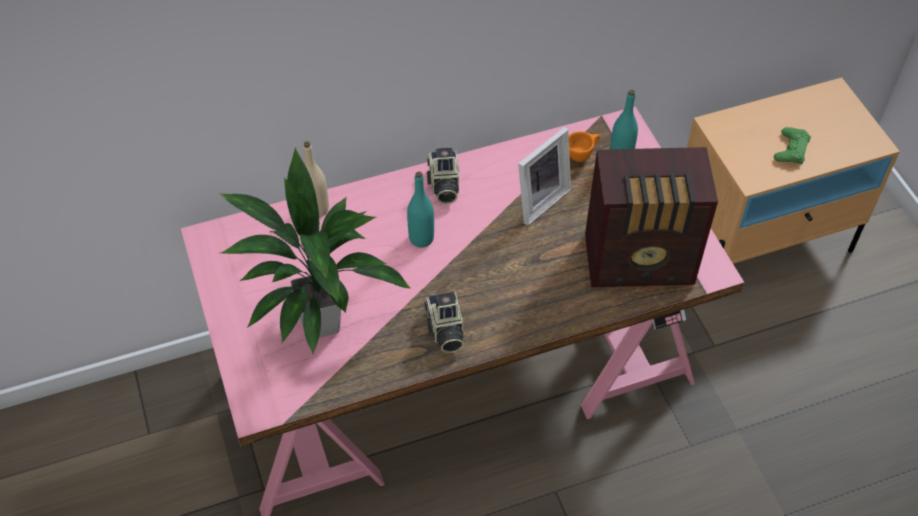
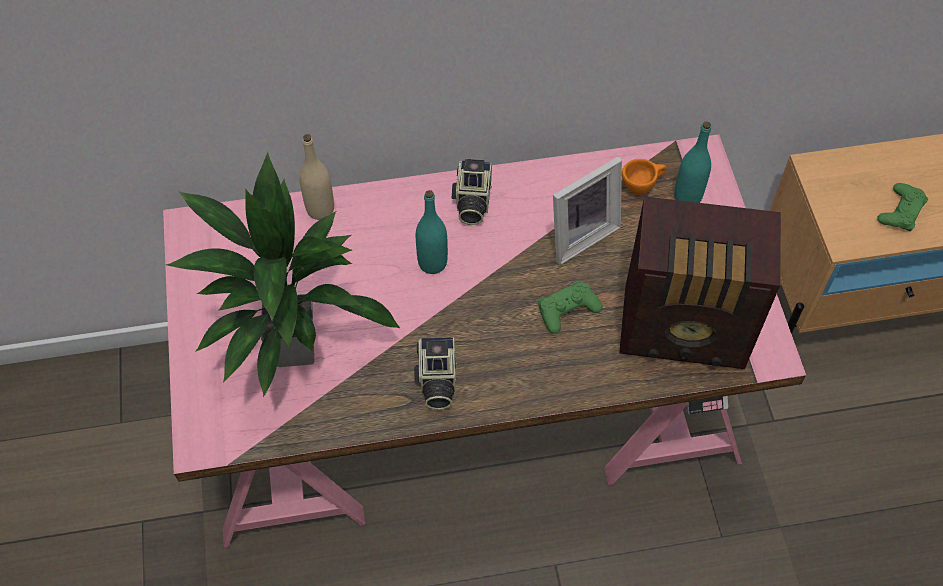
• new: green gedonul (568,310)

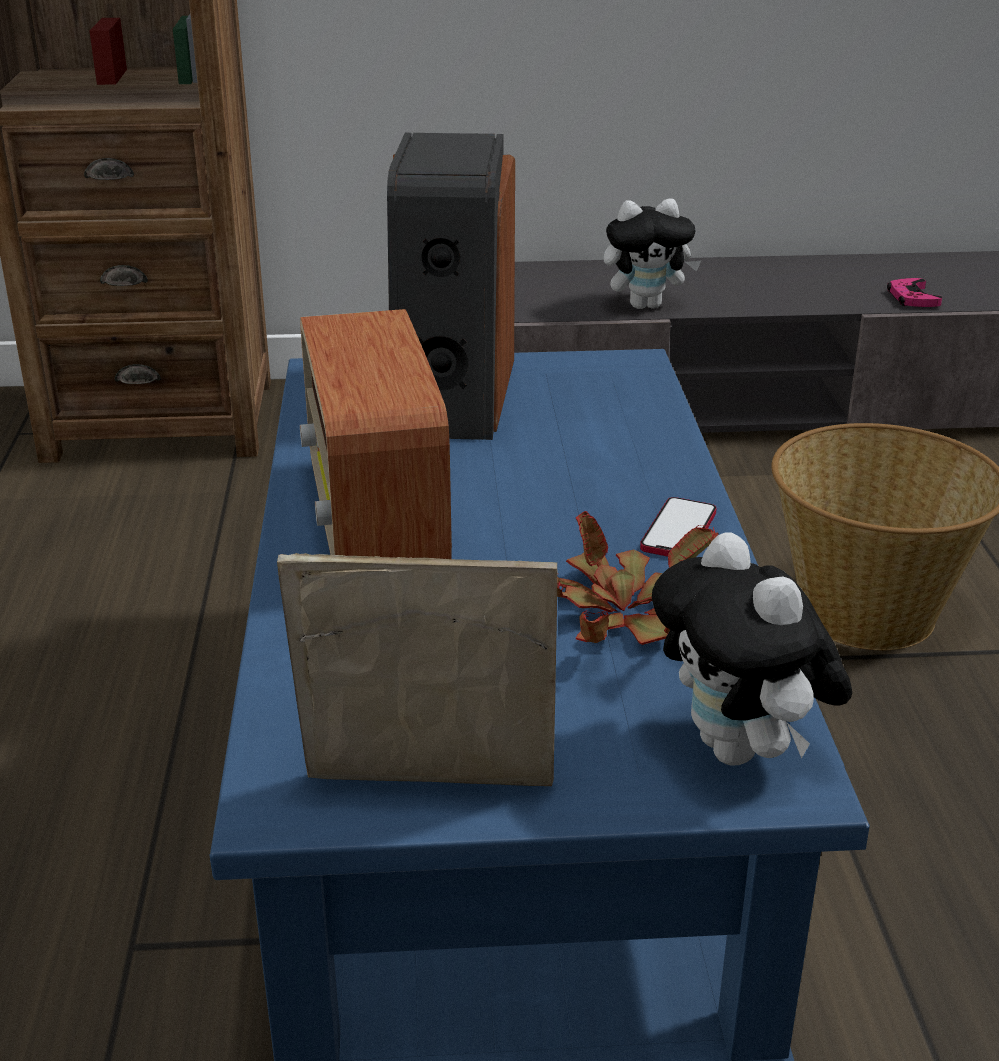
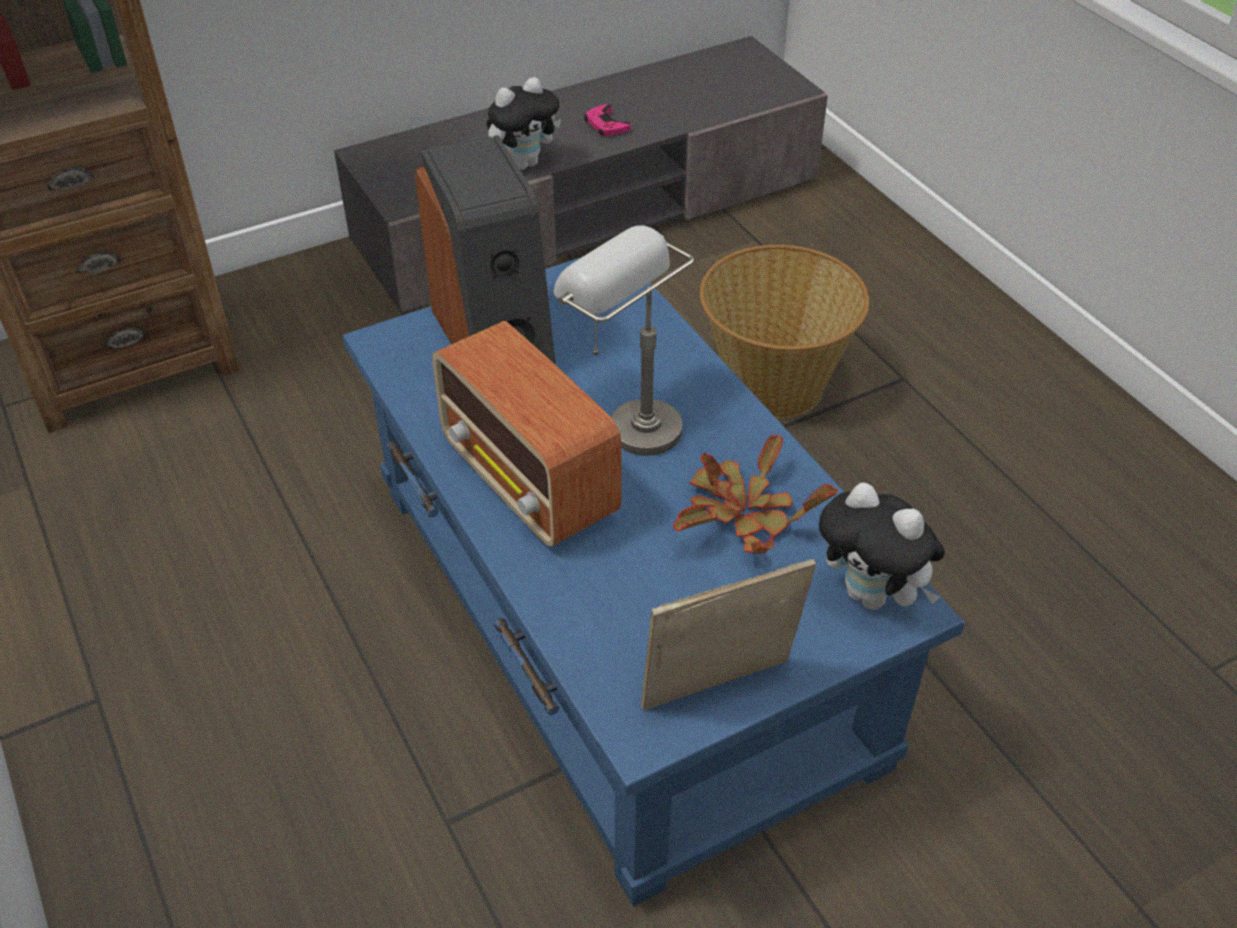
• shifted: pink gedonul (912,298) to (606,125)
• gone: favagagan (679,531)
• new: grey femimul (625,419)

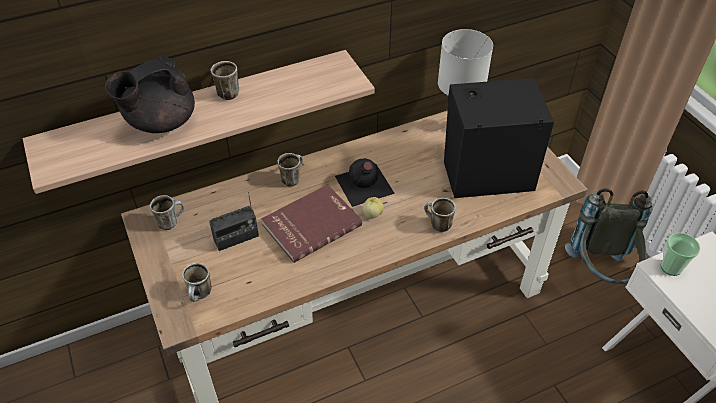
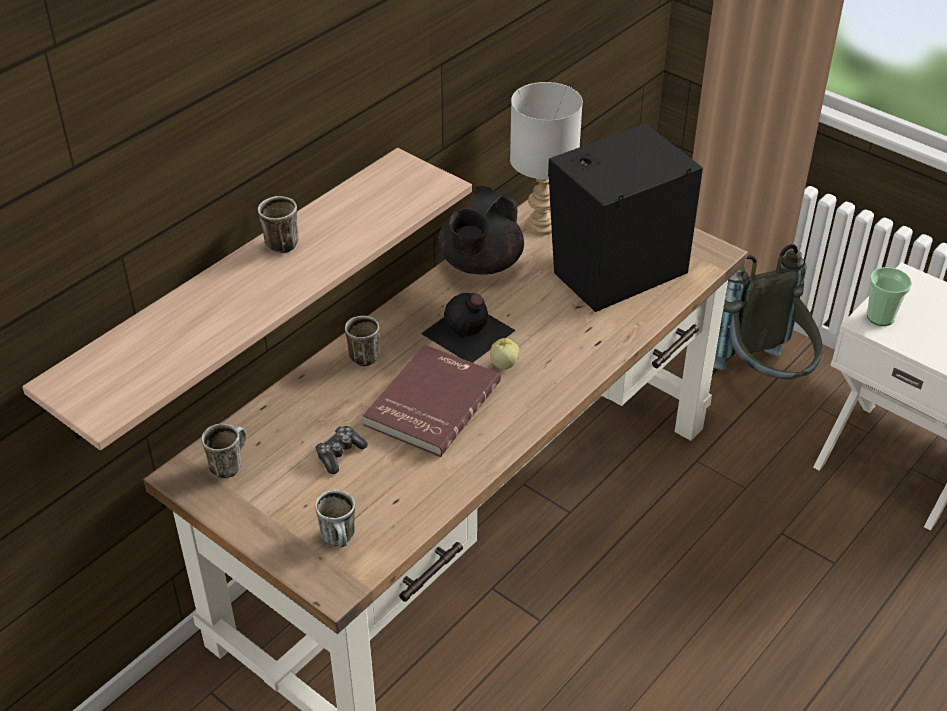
• shifted: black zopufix (160,122) to (480,265)
• swapped: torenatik (236,238) to gedonul (339,454)
• gone: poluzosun (437,225)

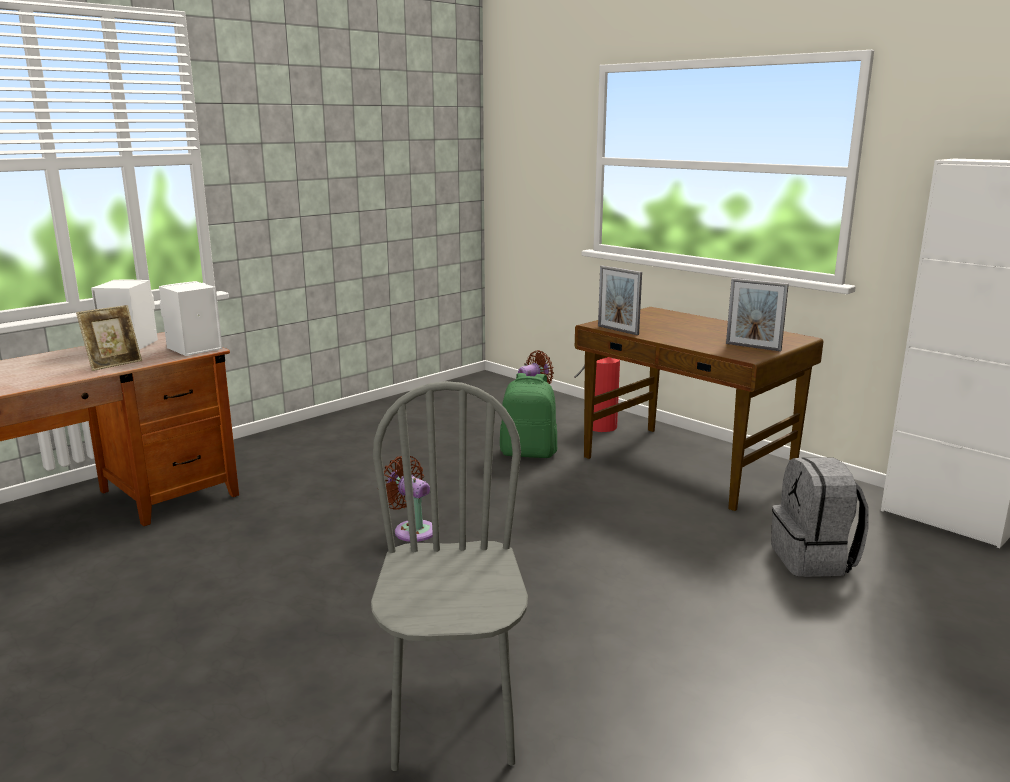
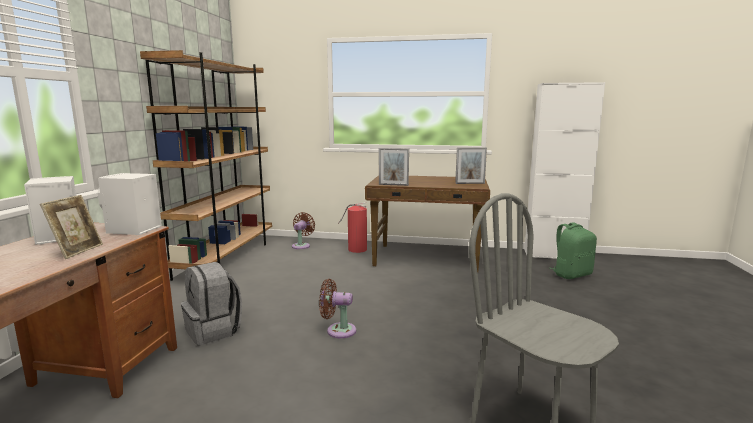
• shifted: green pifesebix (529,453) to (571,274)
• shifted: grey pifesebix (814,560) to (214,331)
• new: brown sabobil (227,258)

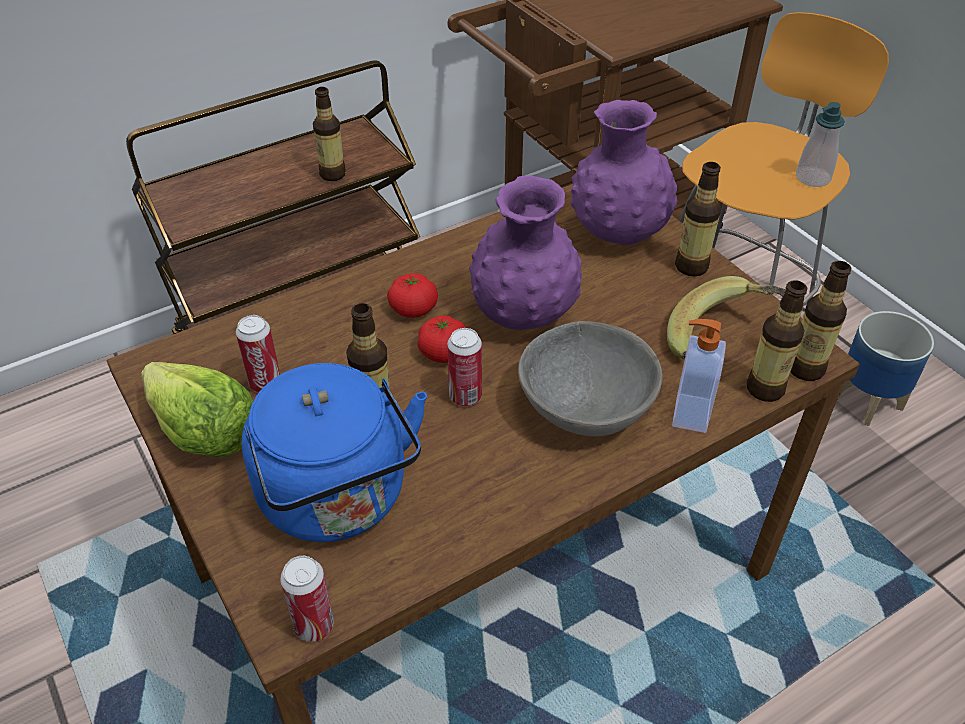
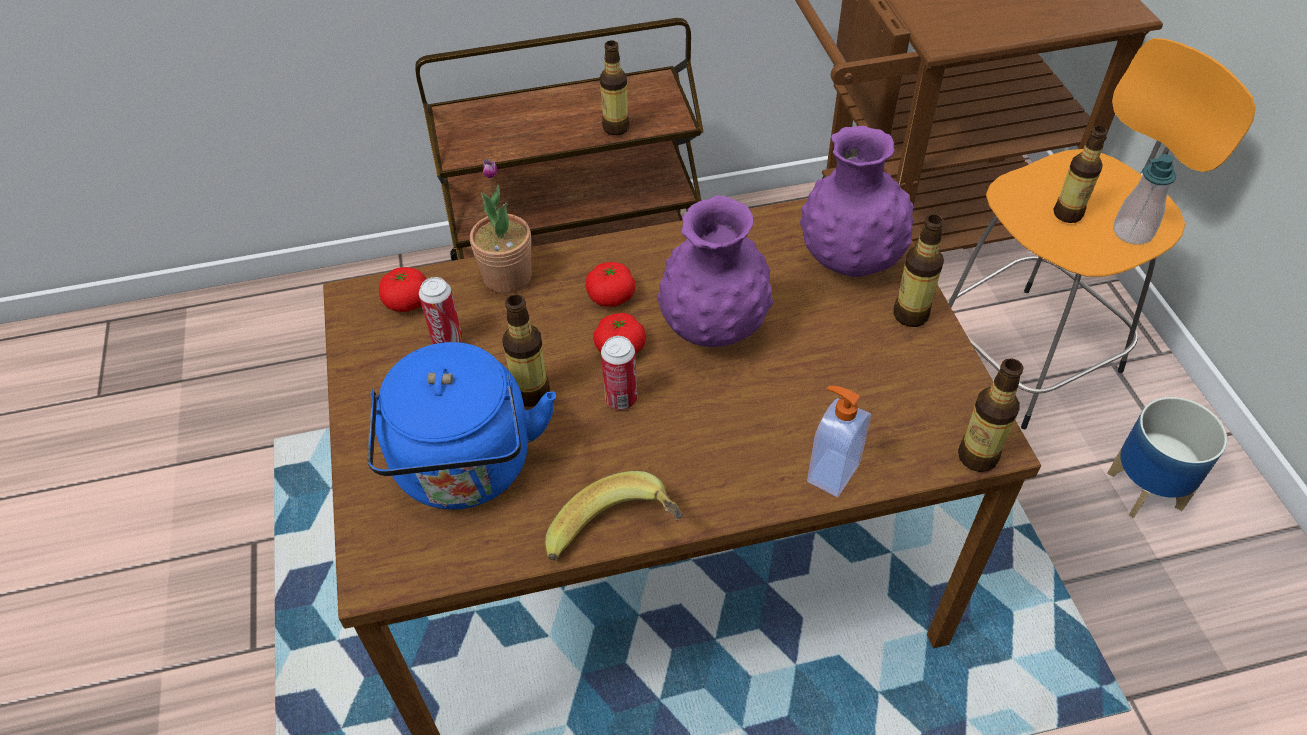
• shifted: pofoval (719,336) to (618,539)
• shifted: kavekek (765,389) to (1068,214)
• gone: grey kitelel (584,405)
• gone: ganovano (204,432)
• gone: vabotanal (314,625)
• new: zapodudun (507,276)
• new: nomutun (407,302)

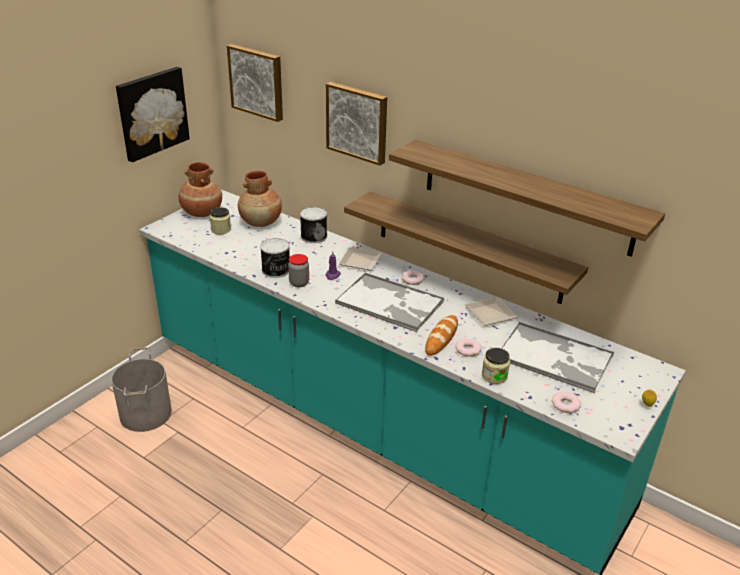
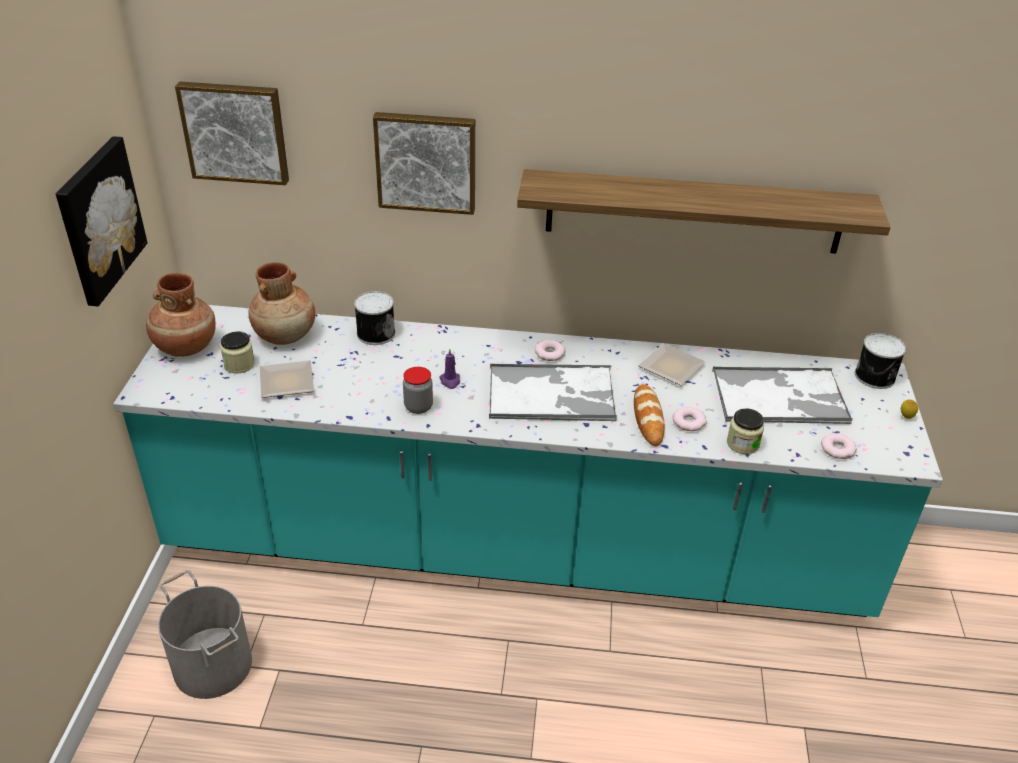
• gone: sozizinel (468,247)
• shifted: vabotanal (276,270) to (875,377)
• shifted: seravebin (359,260) to (285,381)

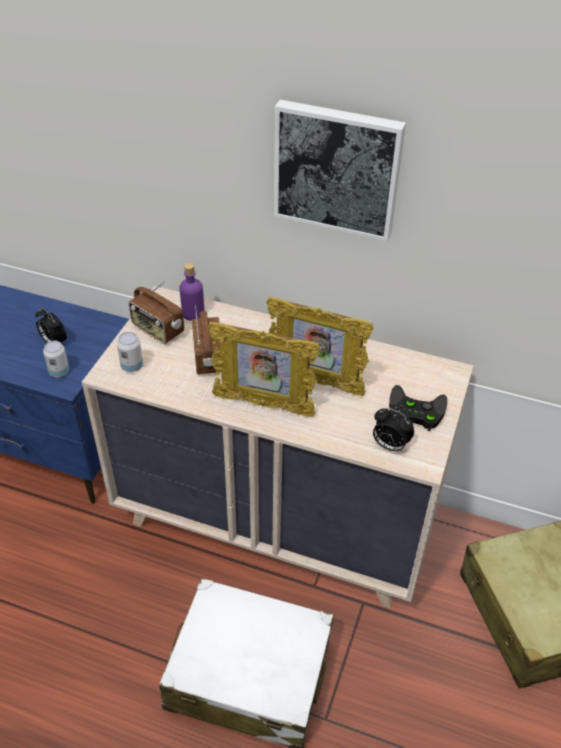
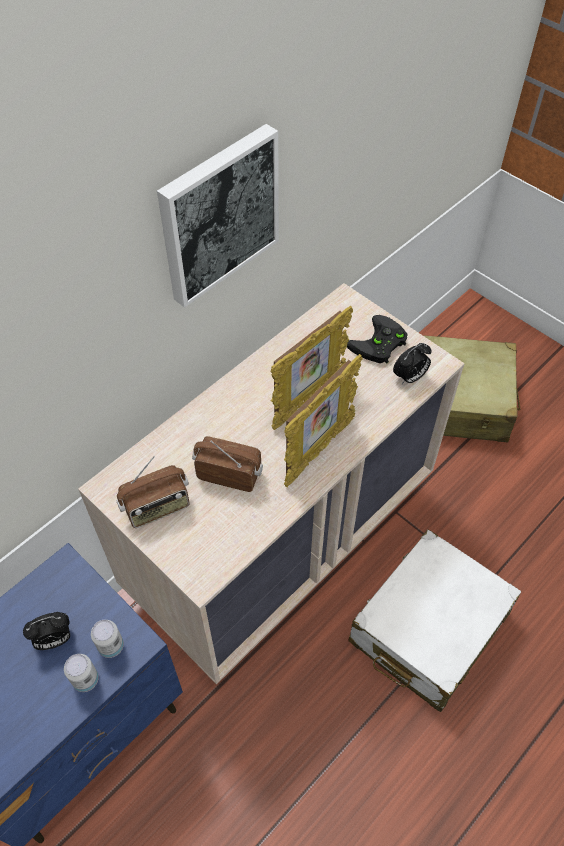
• gone: purple kavekek (193,313)
• shifted: vabotanal (132,366) to (86,679)

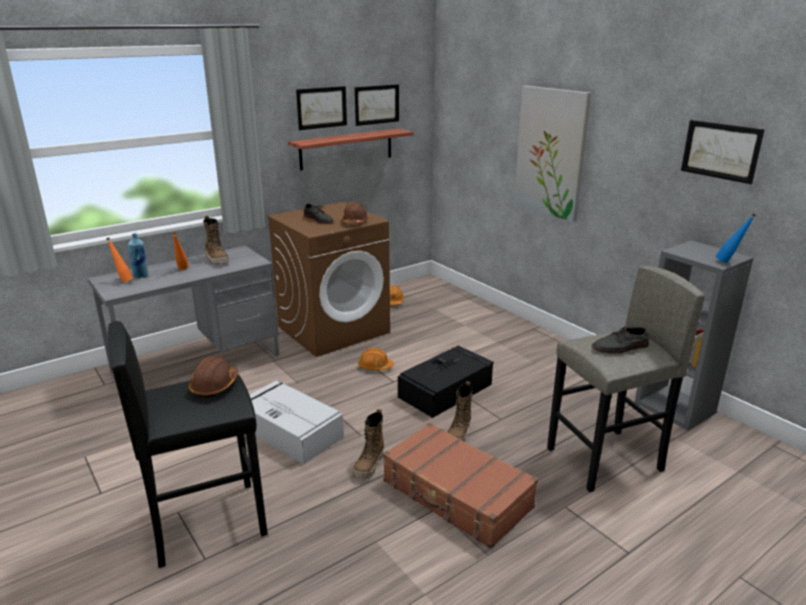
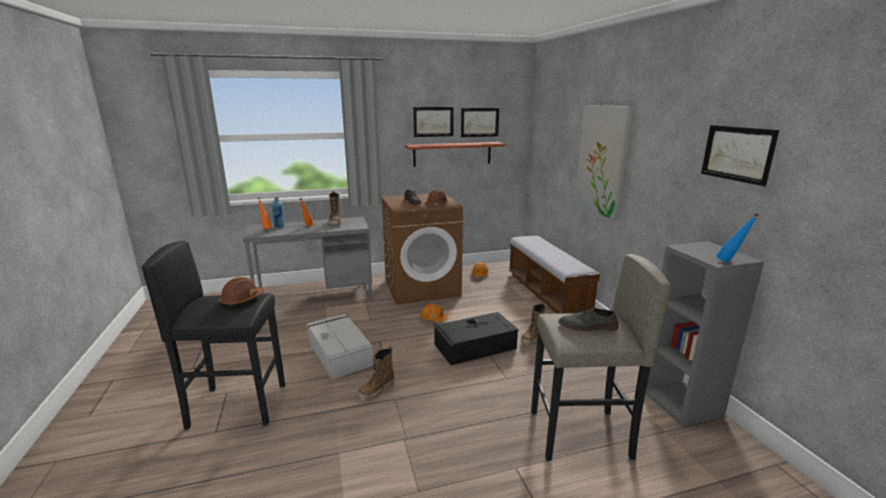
• shifted: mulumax (459,434) to (532,339)
• gone: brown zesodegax (456,495)
• new: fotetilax (546,292)

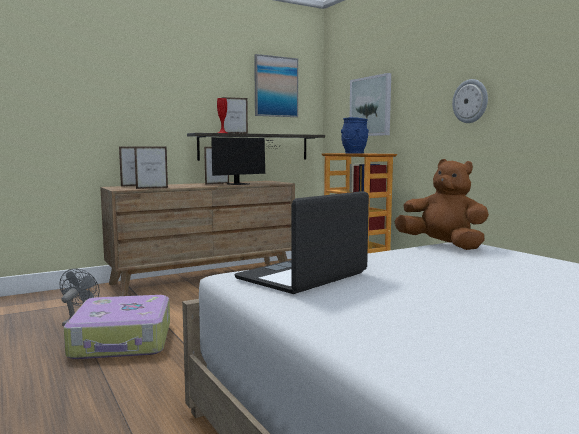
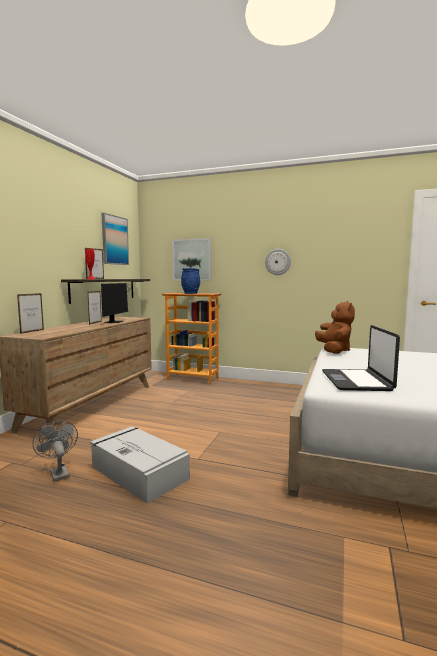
• gone: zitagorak (152,188)
• rotated: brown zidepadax (442,245) = (334,351) 90 degrees clockwise
• swapped: zesodegax (123,341) to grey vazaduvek (138,472)

